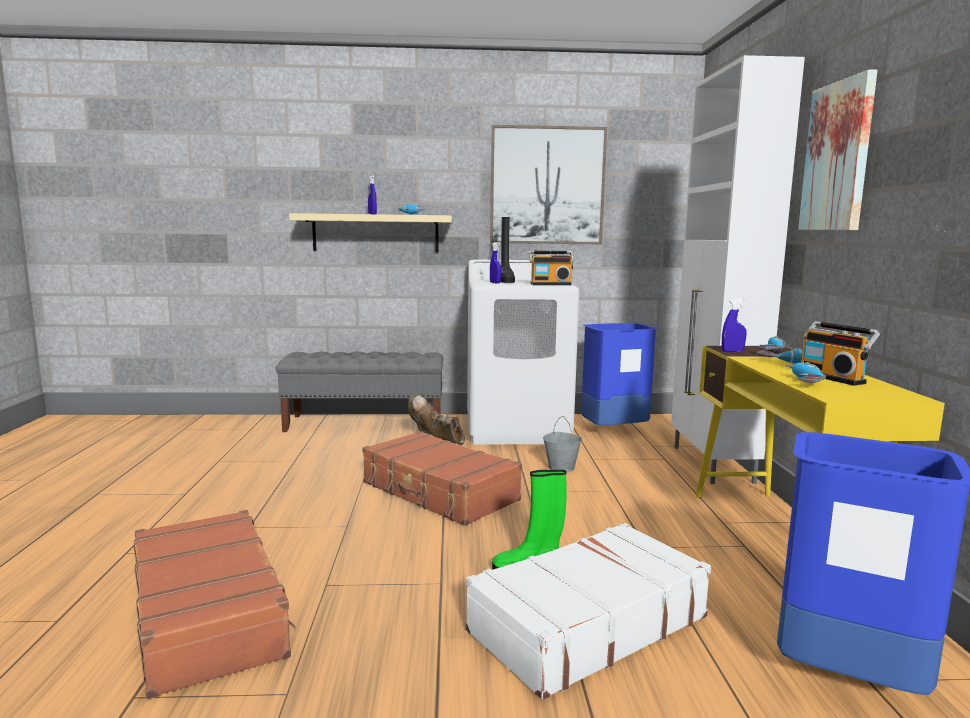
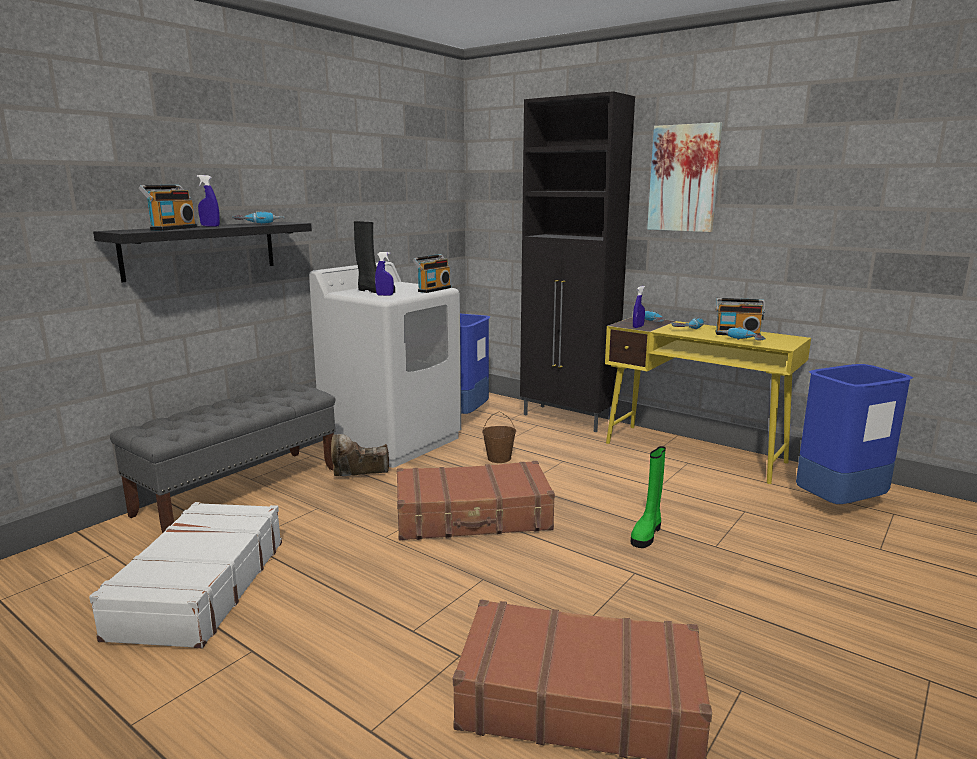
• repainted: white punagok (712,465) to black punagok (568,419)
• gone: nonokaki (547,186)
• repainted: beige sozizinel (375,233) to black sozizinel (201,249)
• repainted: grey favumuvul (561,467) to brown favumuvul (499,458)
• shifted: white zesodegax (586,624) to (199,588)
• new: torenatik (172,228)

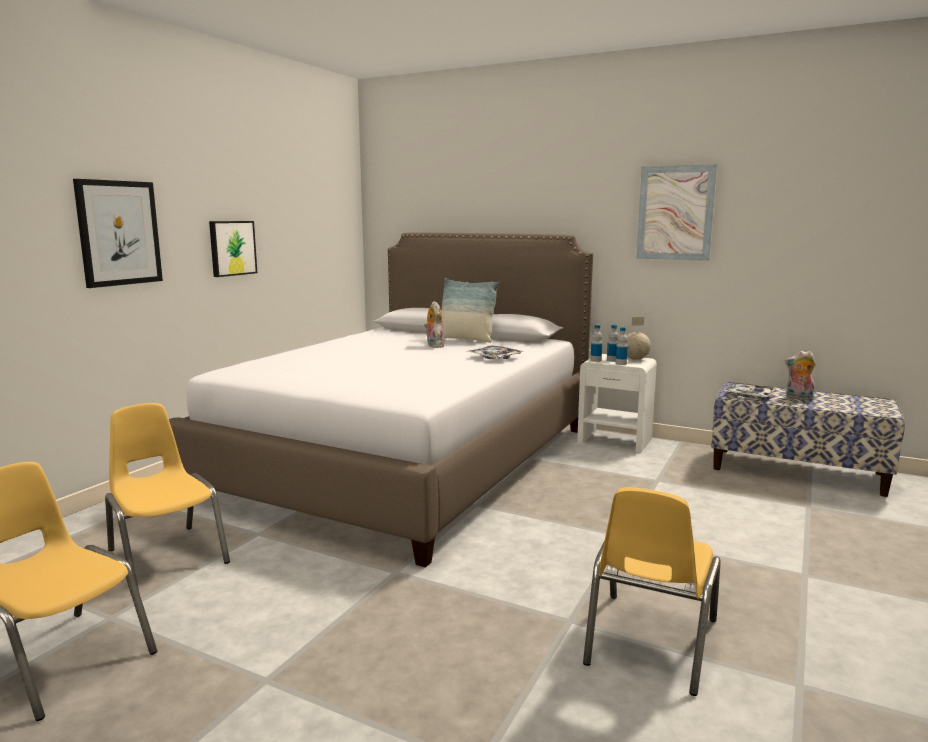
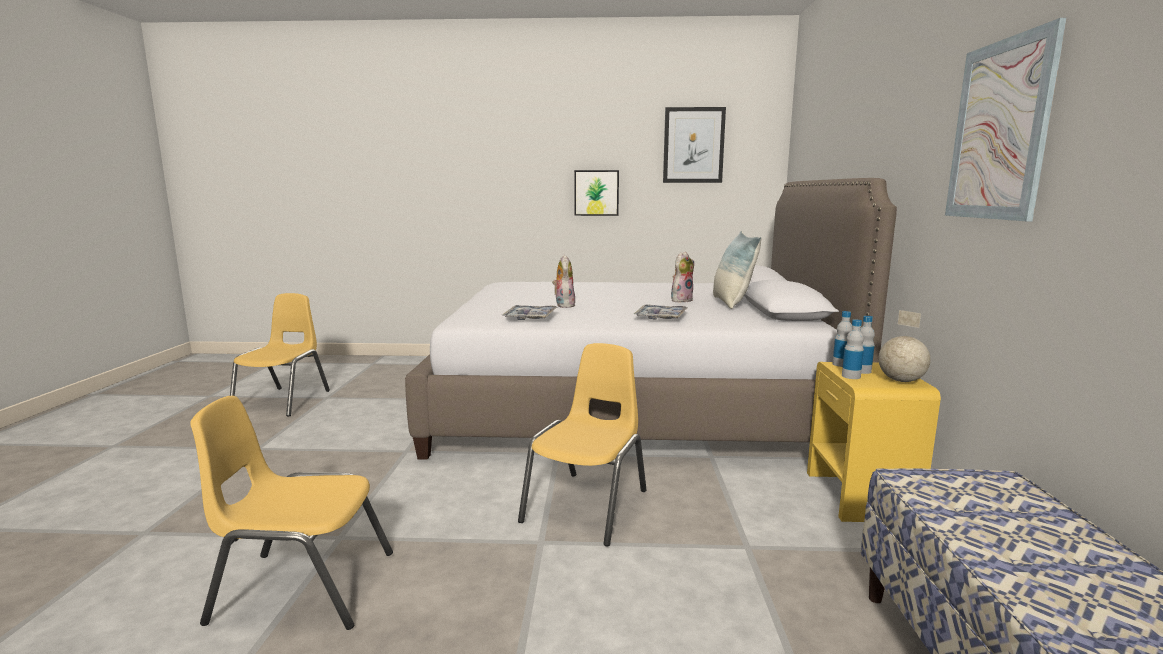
• shifted: nonokaki (119,233) to (693,145)
• shifted: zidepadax (798,398) to (563,305)
• repainted: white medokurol (615,441) to yellow medokurol (860,496)
• shifted: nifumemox (748,395) to (530,318)
• shifted: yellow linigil (167,556) to (587,506)

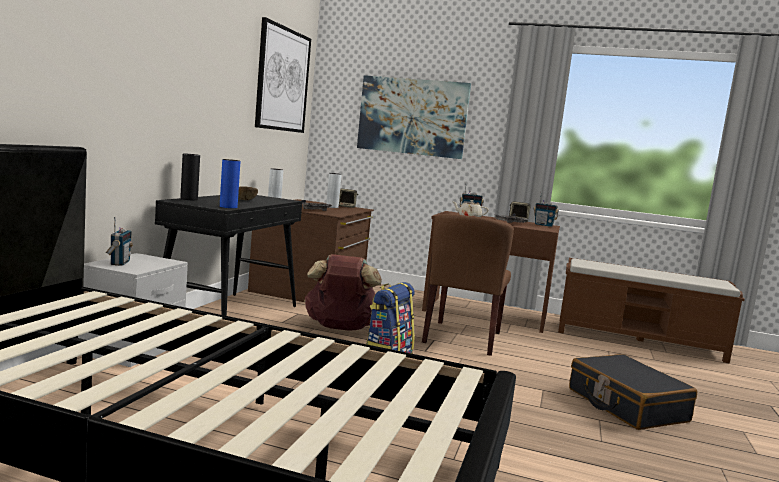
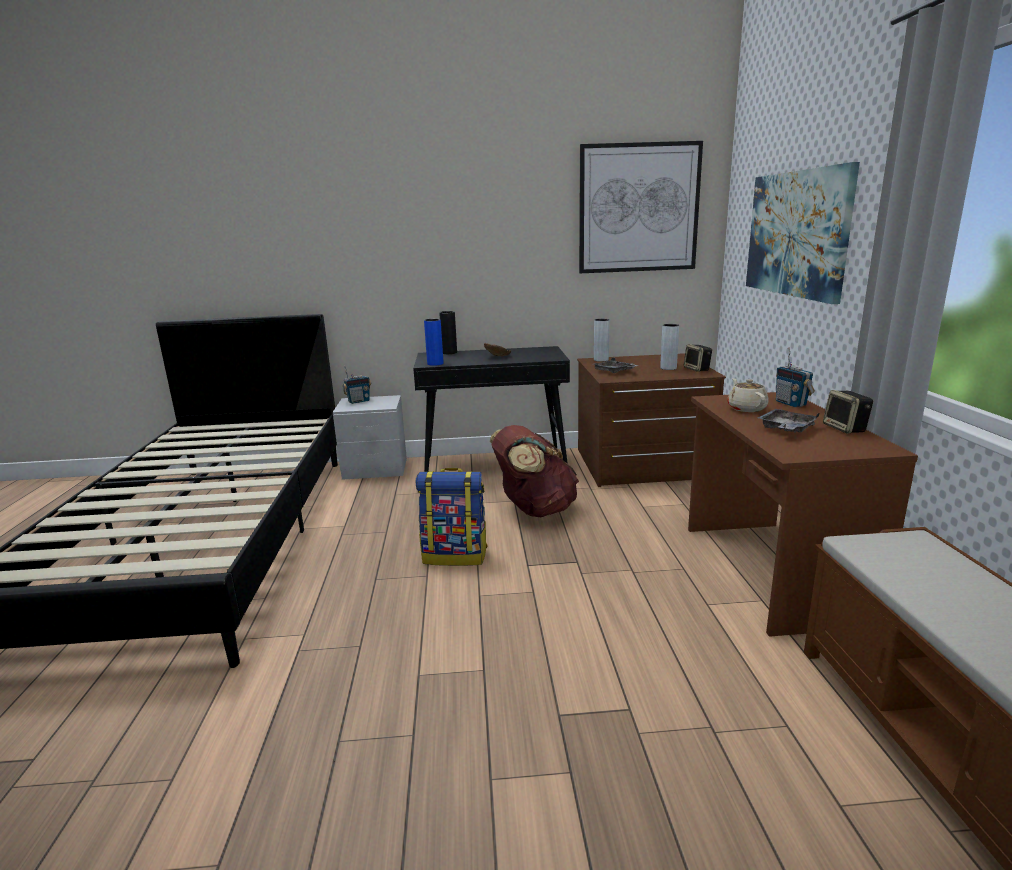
• gone: torenatik (543,225)
• gone: brown linigil (462,338)
• gone: black zesodegax (626,405)

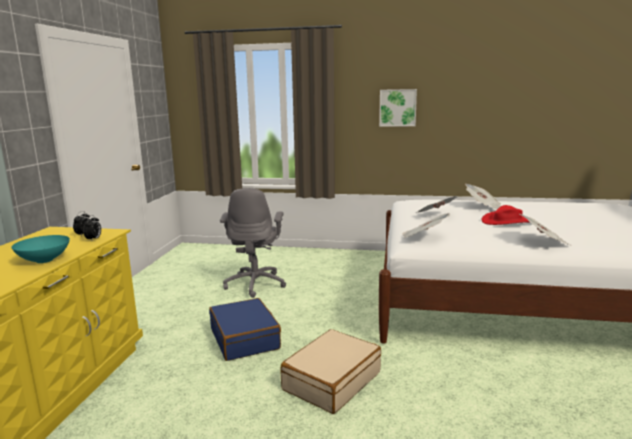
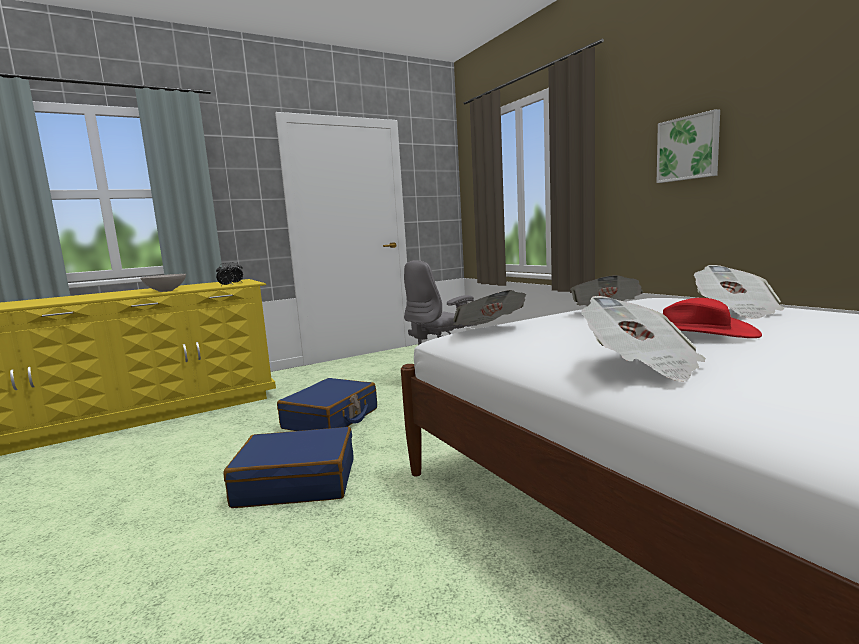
• repainted: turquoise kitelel (43,260) to white kitelel (165,291)
• repainted: beige zesodegax (331,380) to blue zesodegax (297,482)

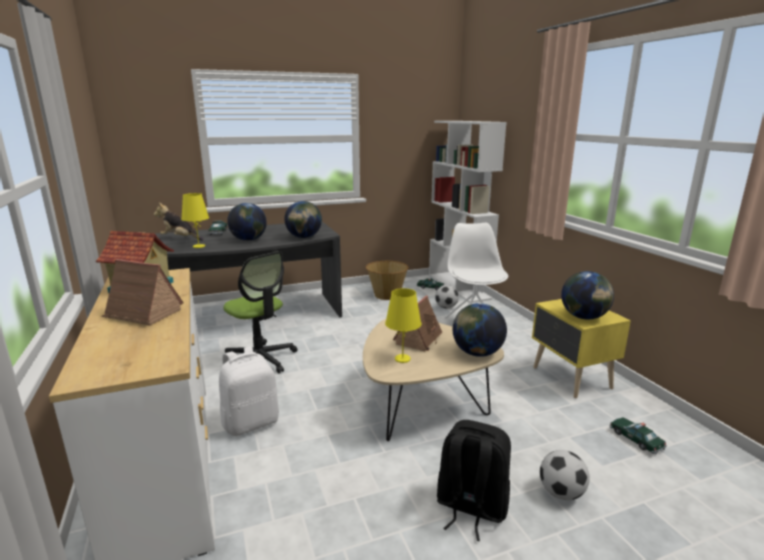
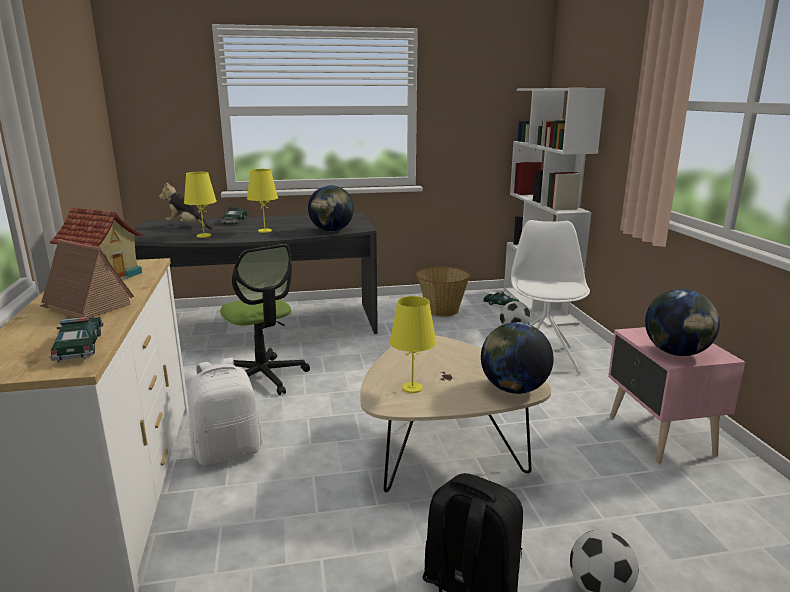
• swapped: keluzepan (249,240) to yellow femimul (265,231)
• gone: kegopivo (418,339)
• repainted: yellow medokurol (571,378) to pink medokurol (659,436)
• shifted: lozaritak (636,439) to (80,347)

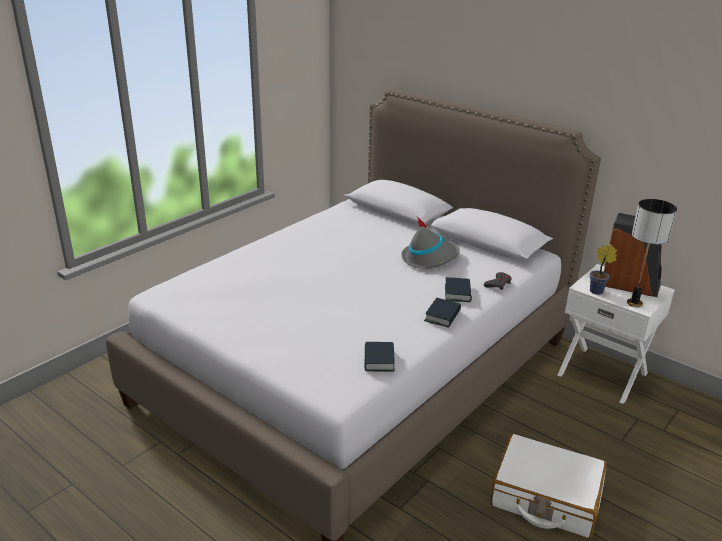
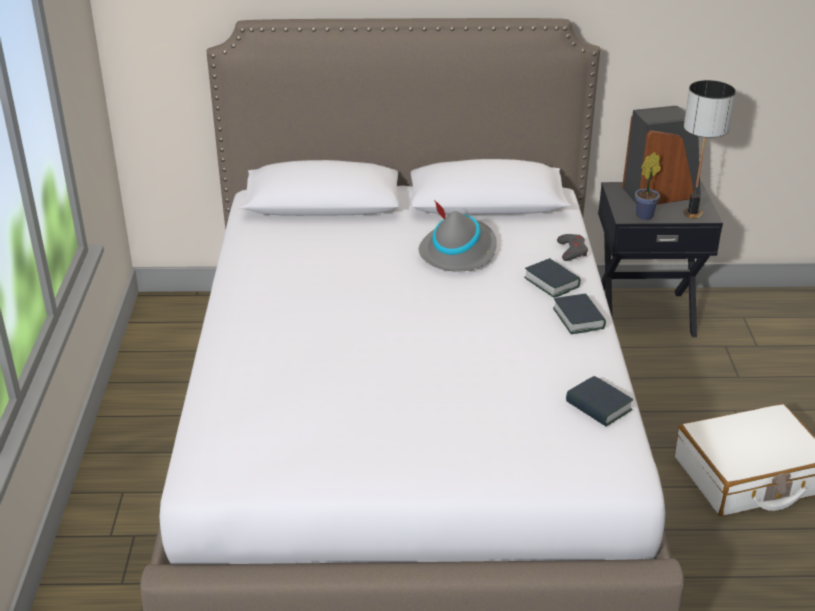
• repainted: white medokurol (603,373) to black medokurol (644,313)

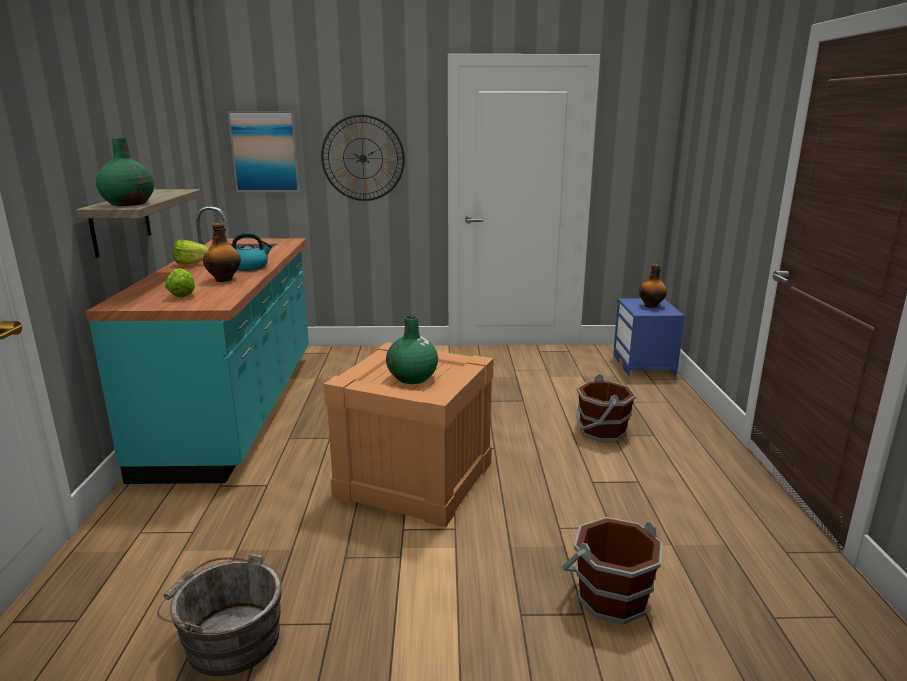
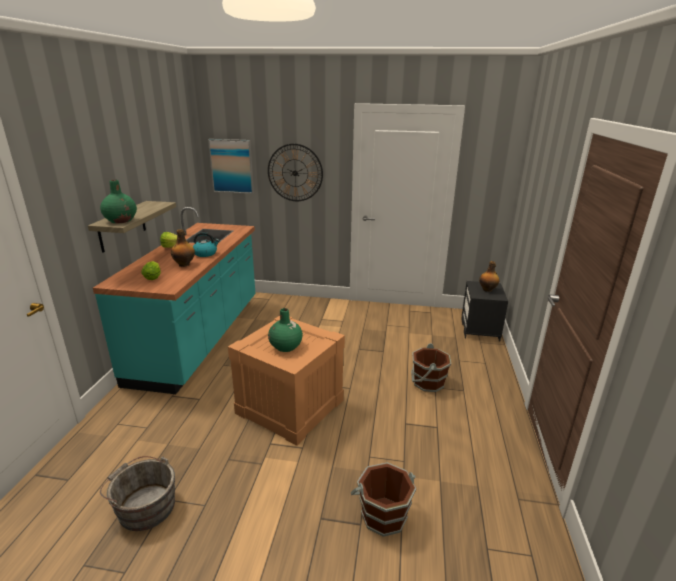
• repainted: blue medokurol (644,365) to black medokurol (480,330)

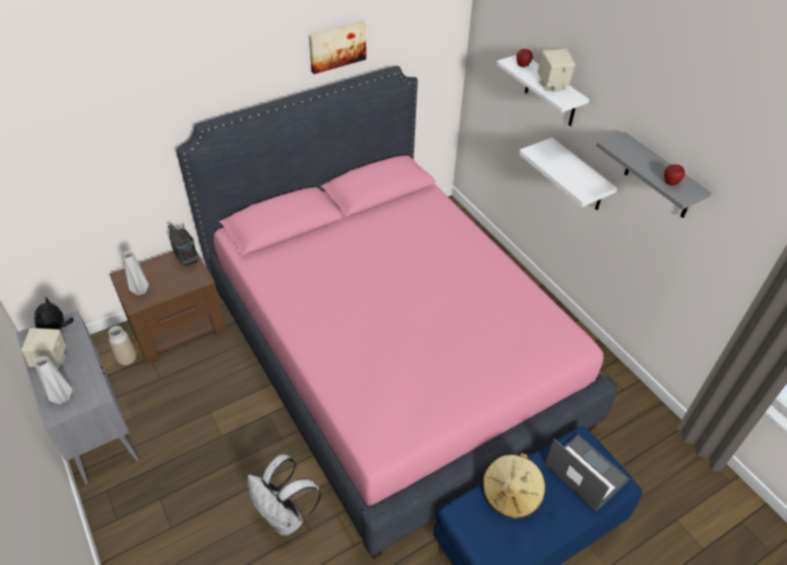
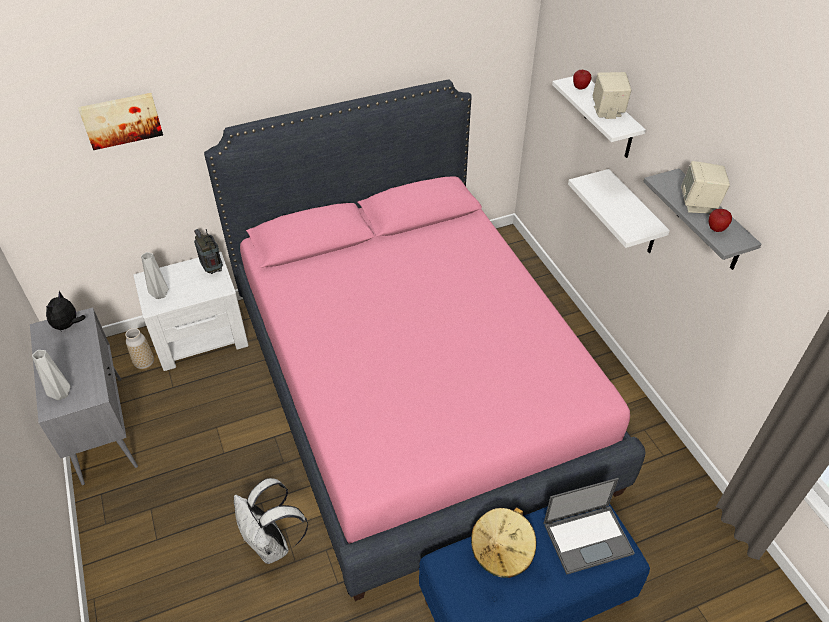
• shifted: nonokaki (337,46) to (121,120)
• repainted: brown medokurol (178,327) to white medokurol (201,336)
• shifted: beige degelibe (51,360) to (698,204)
• rotated: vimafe (584,471) = (588,537) 105 degrees clockwise

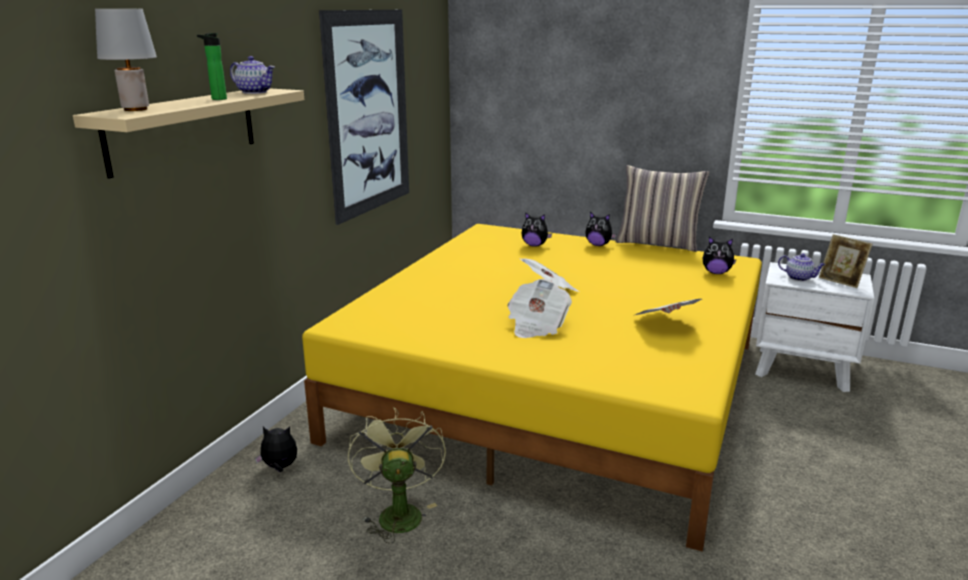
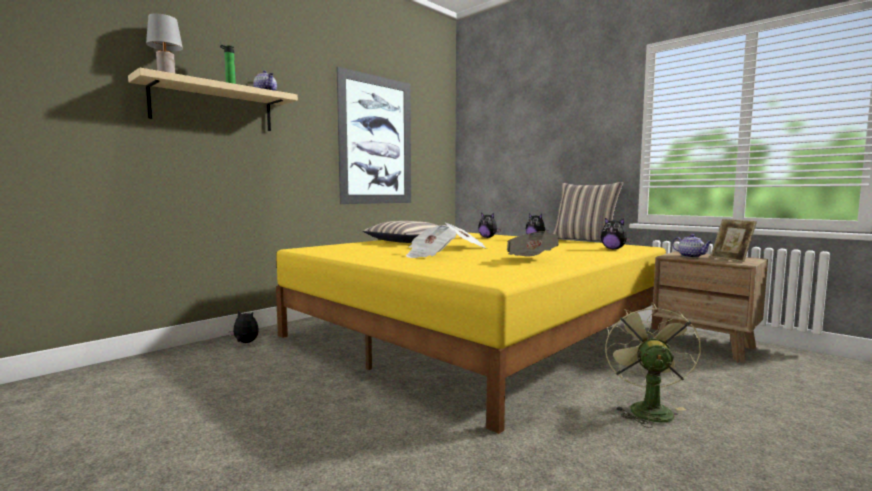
• repainted: white medokurol (803,369) to brown medokurol (705,346)
• shifted: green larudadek (398,512) to (647,408)
• new: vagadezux (407,241)

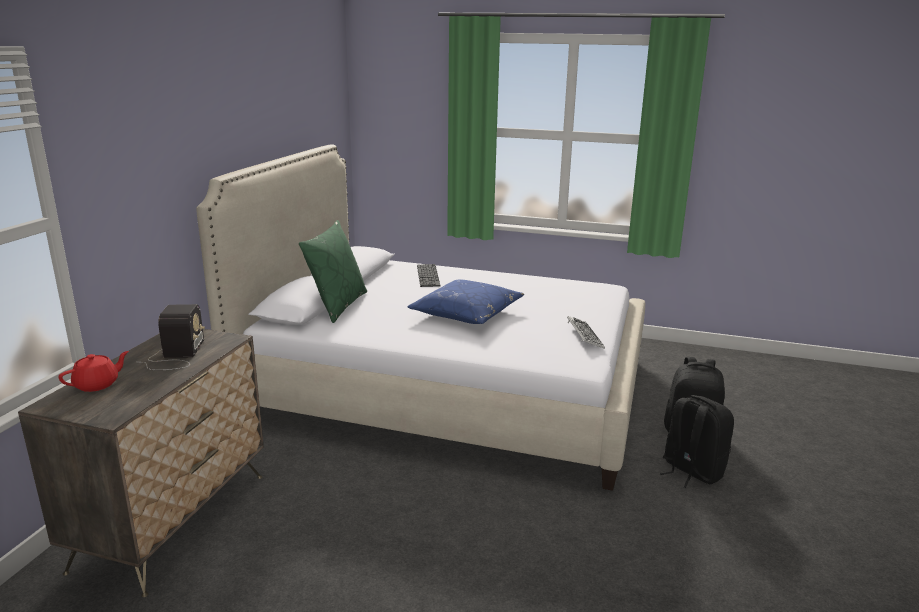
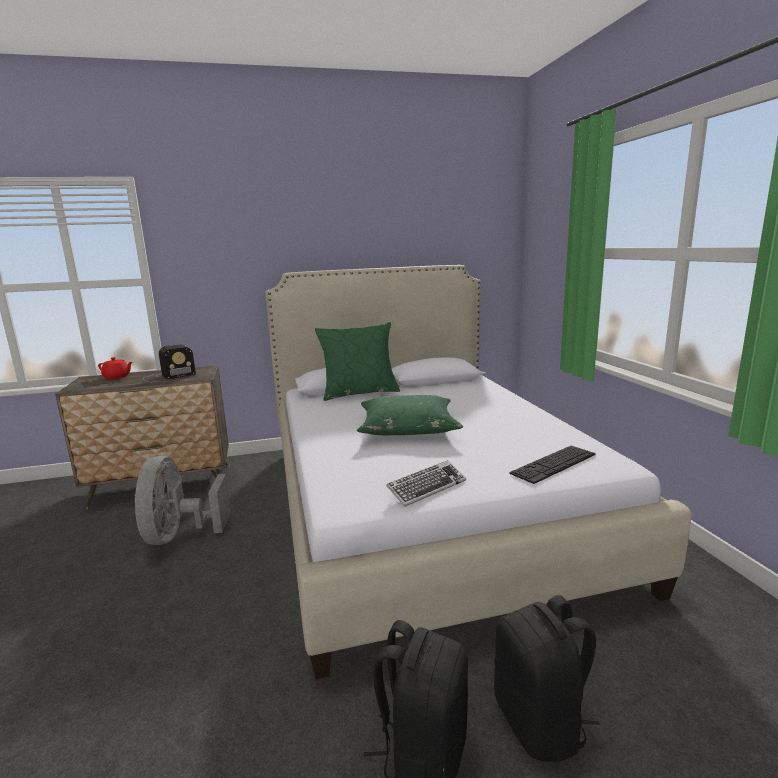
• shifted: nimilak (428,275) to (553,464)
• repainted: blue vagadezux (466,313) to green vagadezux (408,427)
• new: grey larudadek (179,535)

